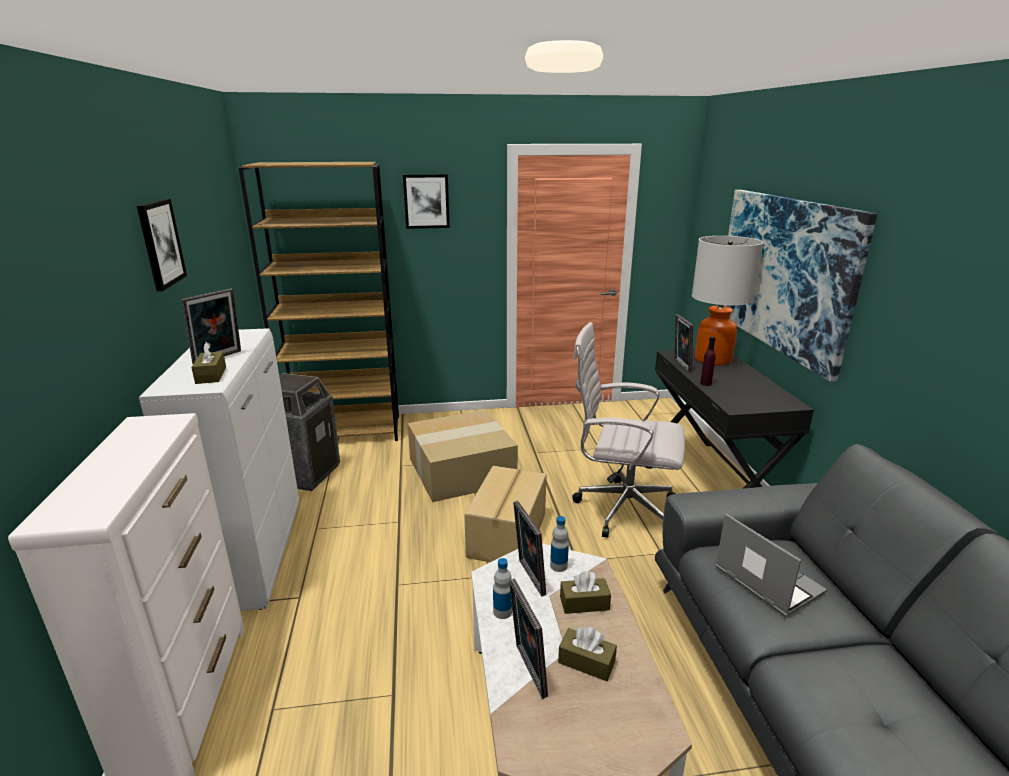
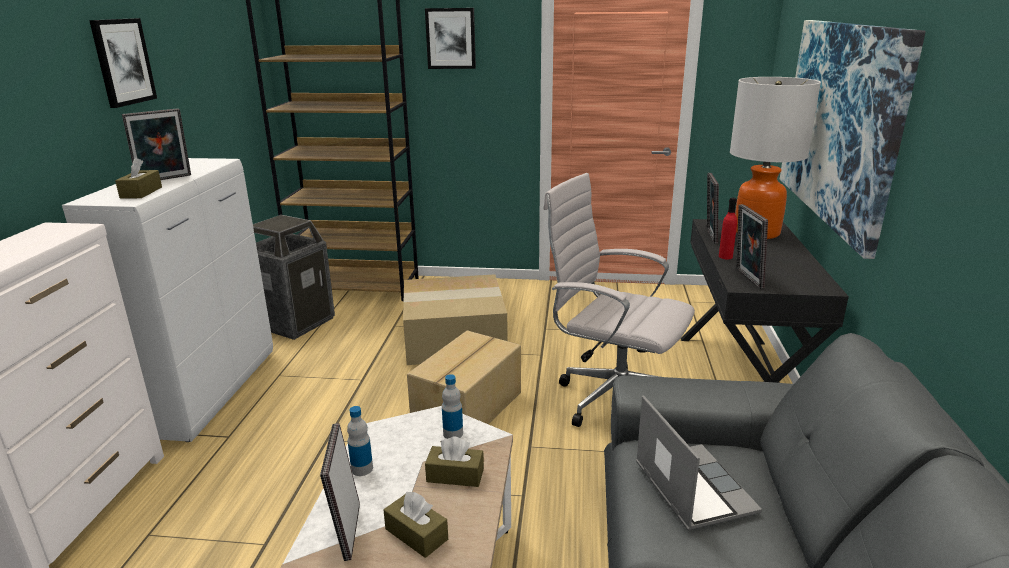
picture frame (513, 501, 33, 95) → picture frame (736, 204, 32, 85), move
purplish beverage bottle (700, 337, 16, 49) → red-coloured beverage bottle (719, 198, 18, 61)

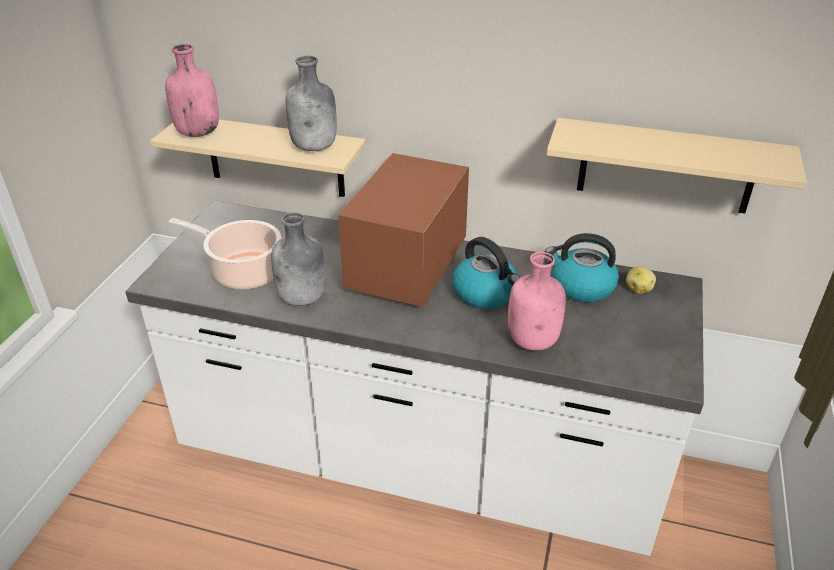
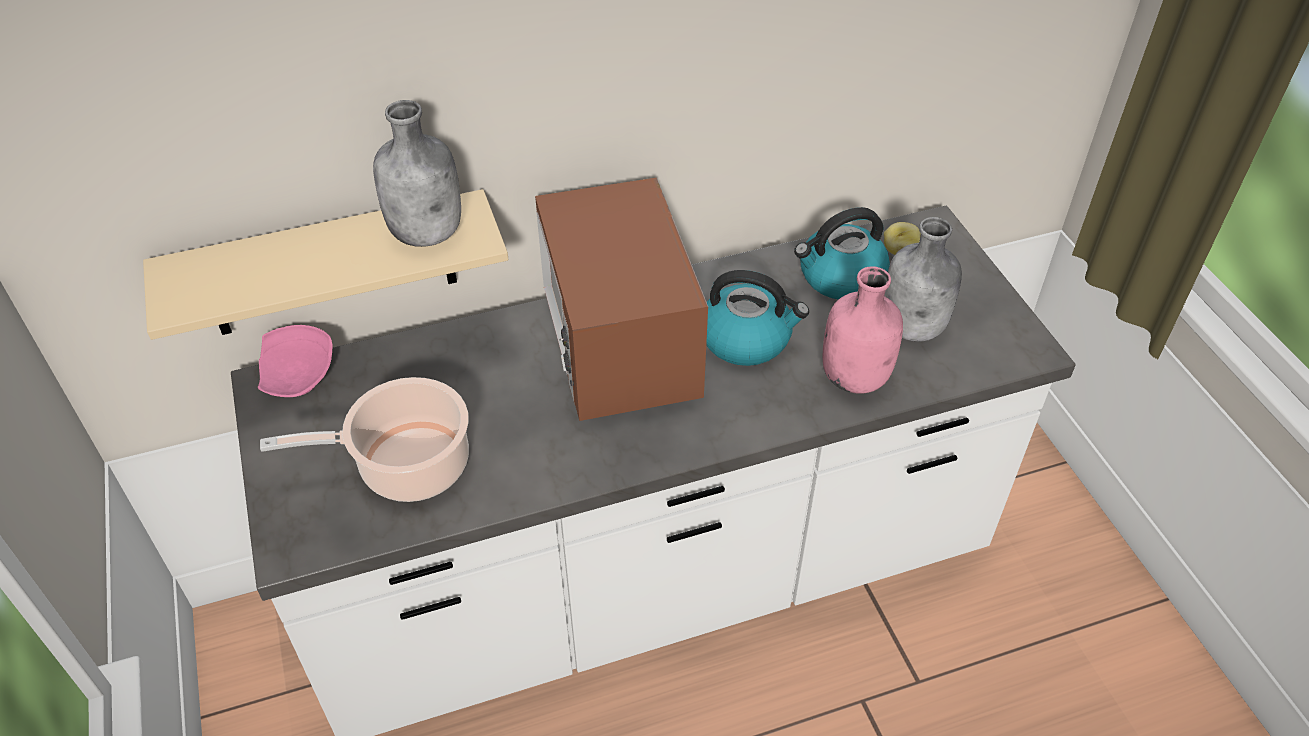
pink beverage bottle (165, 44, 54, 93) → -
beige shelf (546, 118, 261, 96) → -
- → pink plate (258, 325, 74, 72)
gray beverage bottle (271, 212, 54, 94) → gray beverage bottle (884, 217, 78, 125), move

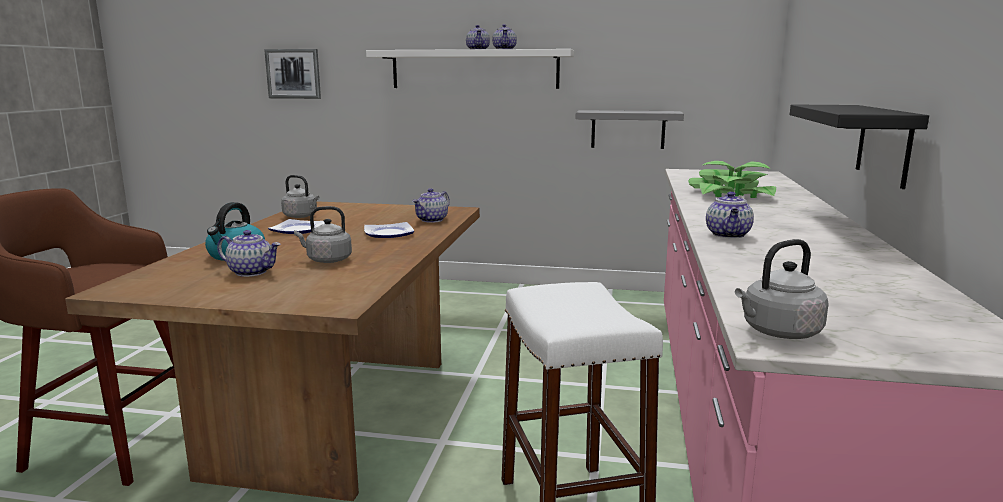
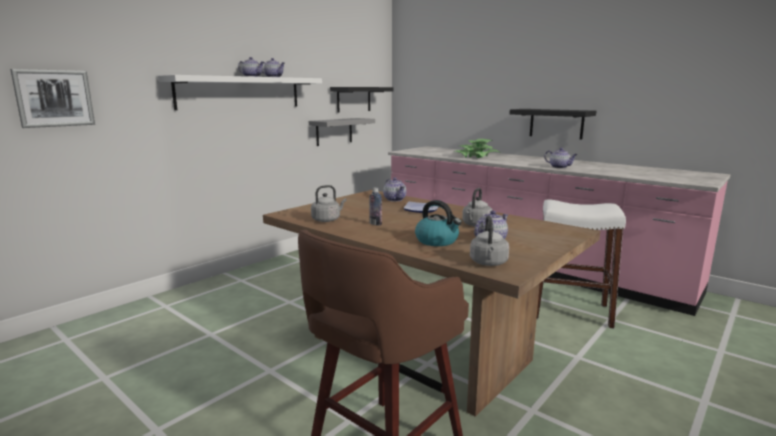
- → blackish shelf (330, 87, 64, 25)
gray kettle (735, 239, 94, 100) → gray kettle (470, 216, 39, 50), move
plate (268, 219, 57, 15) → beverage bottle (369, 187, 13, 39)

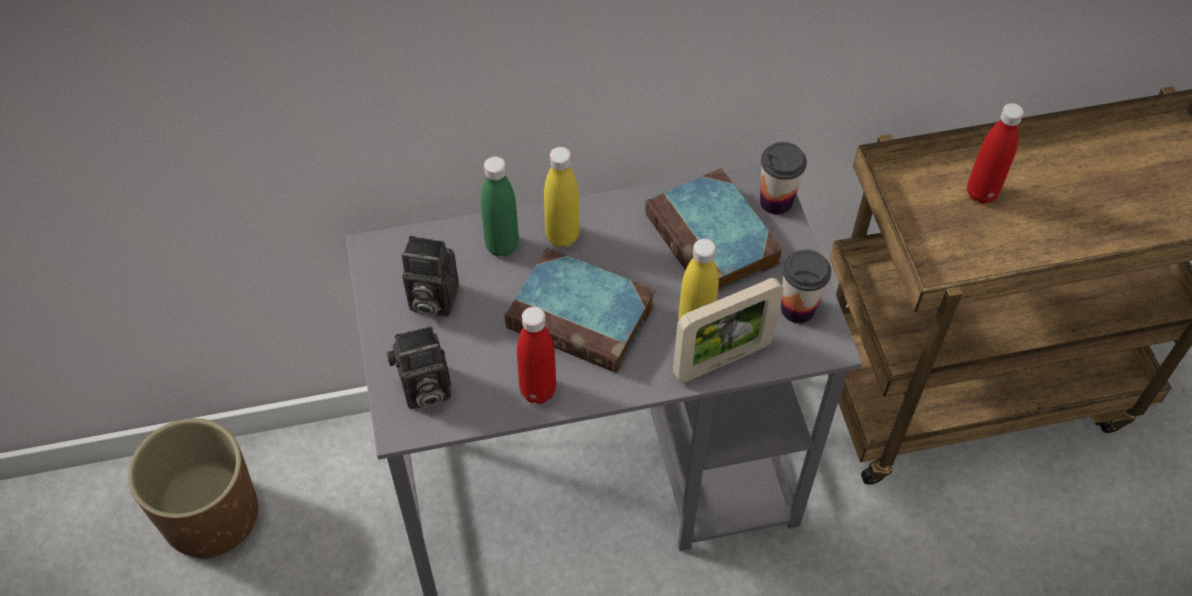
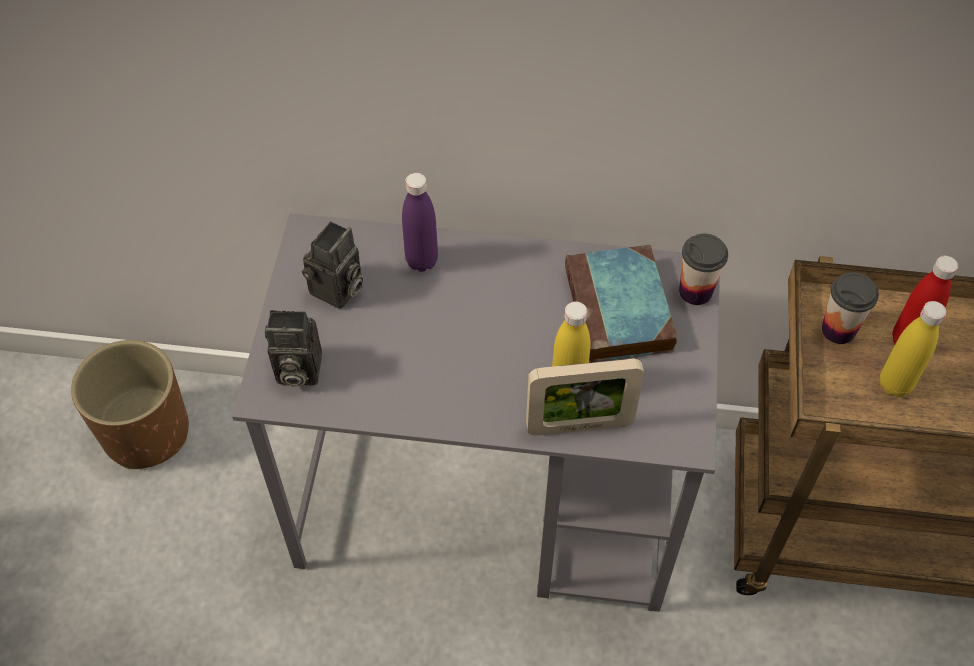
volume (505, 247, 150, 126) → -
red-coloured beverage bottle (517, 307, 39, 97) → -
yellow beverage bottle (544, 147, 35, 100) → yellow beverage bottle (880, 301, 66, 96), move
cup (781, 250, 50, 73) → cup (822, 272, 57, 72), move
greenish beverage bottle (481, 156, 38, 101) → purplish beverage bottle (402, 173, 36, 99)
photo camera (401, 236, 58, 81) → photo camera (302, 221, 62, 88), 90 degrees counterclockwise

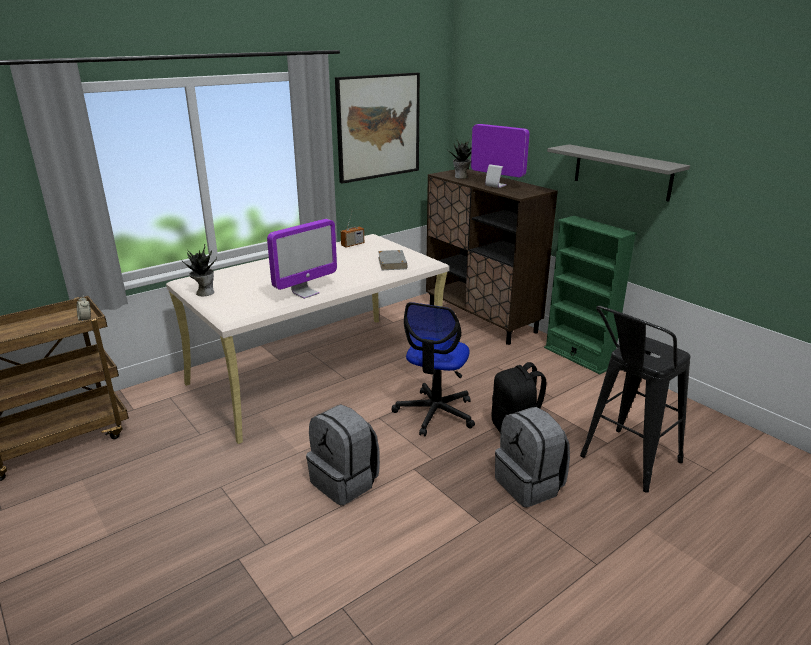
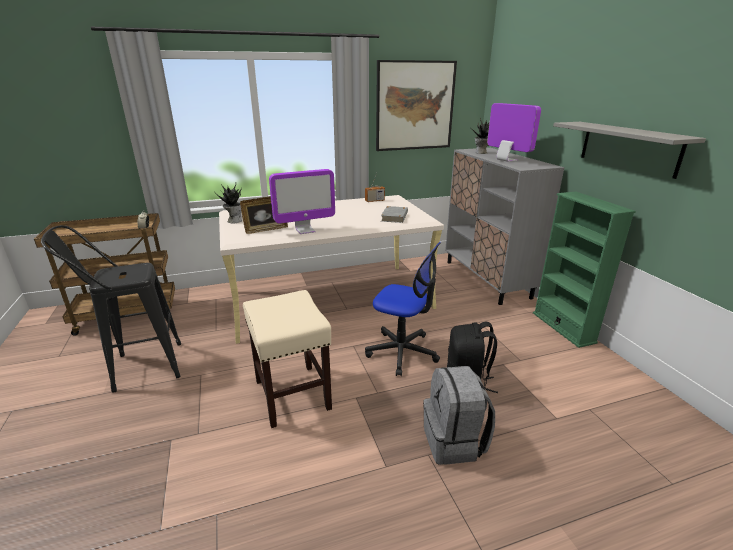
- → picture frame (240, 196, 48, 38)
blackish stool seat (580, 306, 110, 187) → blackish stool seat (41, 225, 140, 168), move
gray rucksack (306, 404, 74, 101) → beige stool seat (243, 290, 89, 138)
brownish cabinet (426, 169, 132, 176) → gray cabinet (445, 148, 120, 157)
office chair (392, 302, 83, 134) → office chair (365, 242, 76, 134), 105 degrees counterclockwise

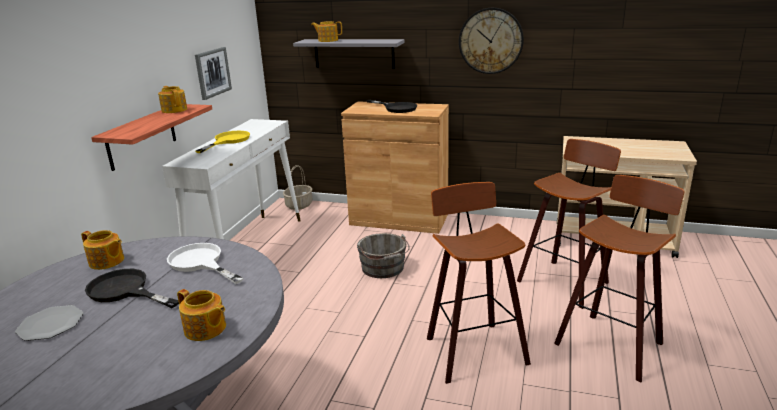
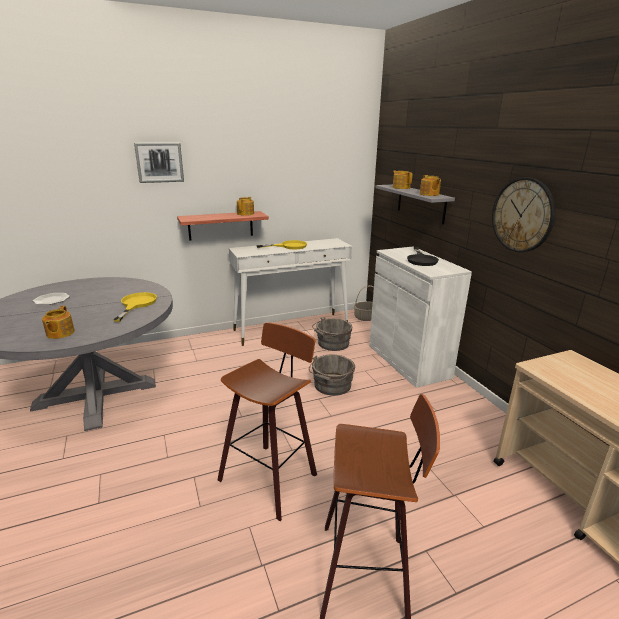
blackish pan (85, 269, 94, 39) → -
stool seat (517, 139, 104, 170) → -
- → gray bucket (312, 317, 40, 34)
tea pot (81, 230, 43, 40) → tea pot (420, 175, 21, 21), move
wall picture (195, 47, 37, 53) → wall picture (134, 143, 50, 40), move
white pan (167, 243, 76, 41) → yellow pan (113, 292, 44, 30)
brownish cabinet (341, 101, 108, 133) → white cabinet (369, 246, 103, 142)

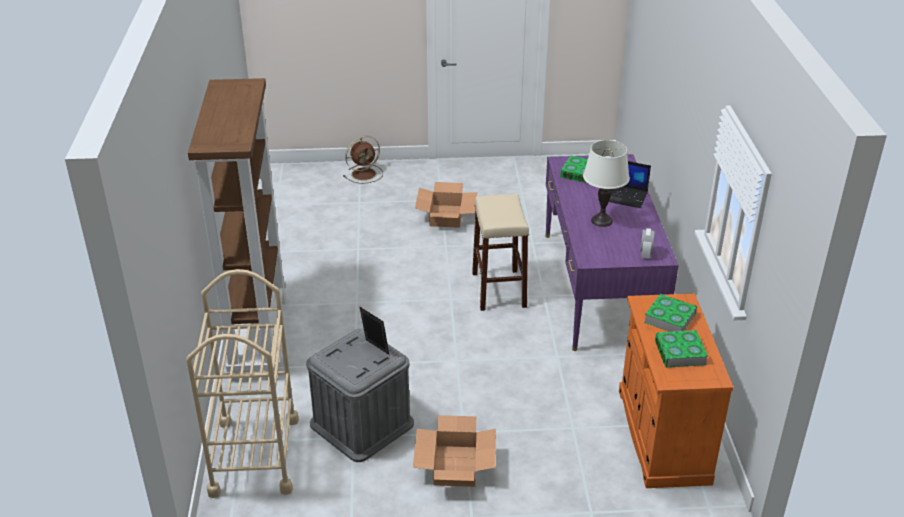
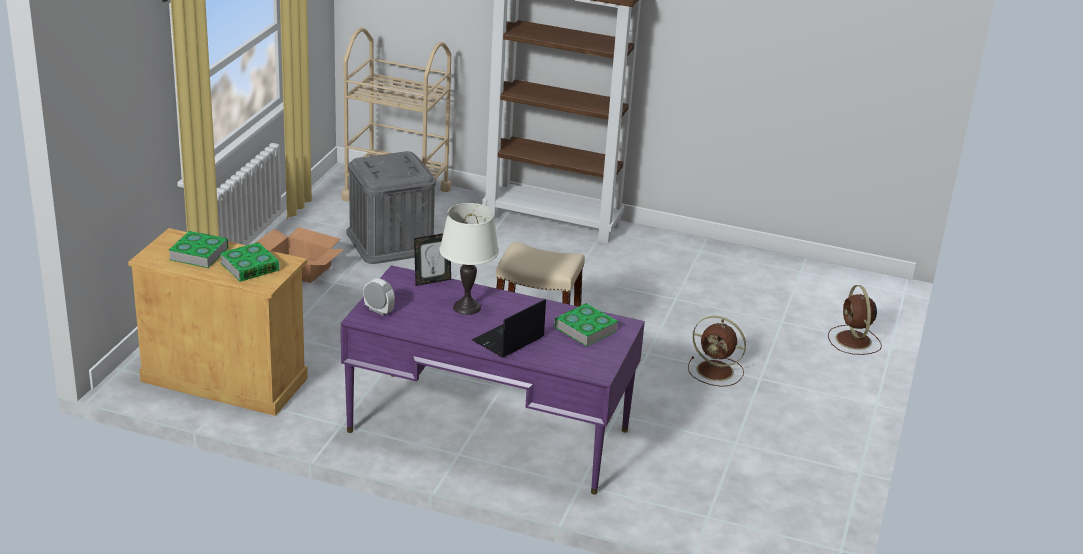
picture frame (359, 306, 30, 49) → picture frame (414, 234, 37, 52), move
carton (415, 182, 62, 46) → brownish fan (688, 316, 58, 71)
orange-coloured cabinet (619, 293, 115, 195) → beige cabinet (128, 228, 180, 188)

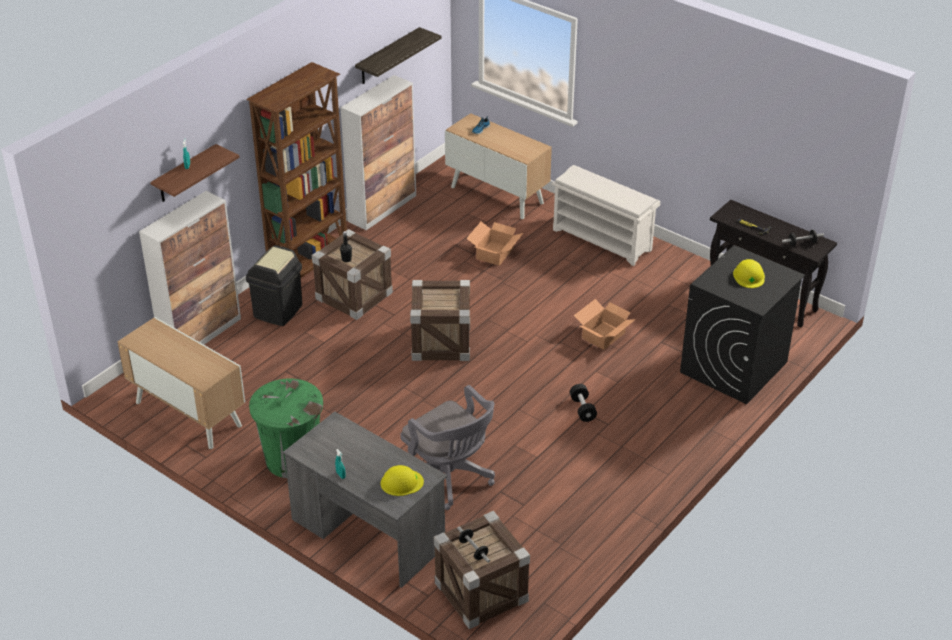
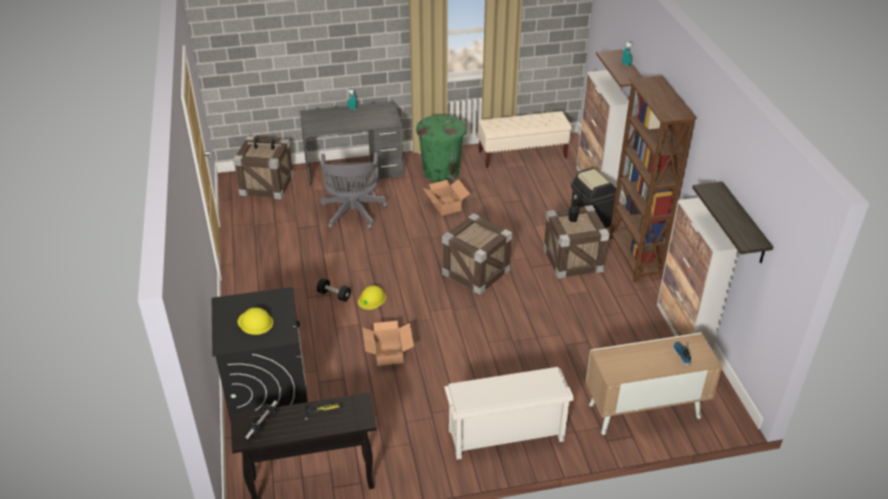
yellow hard hat (381, 465, 43, 31) → yellow hard hat (358, 285, 28, 25), move
carton (466, 222, 57, 44) → carton (423, 179, 47, 37), move
cabinet (117, 317, 128, 132) → beige long seat (478, 111, 94, 57)
gray office chair (400, 385, 95, 125) → gray office chair (320, 153, 67, 76), 90 degrees counterclockwise

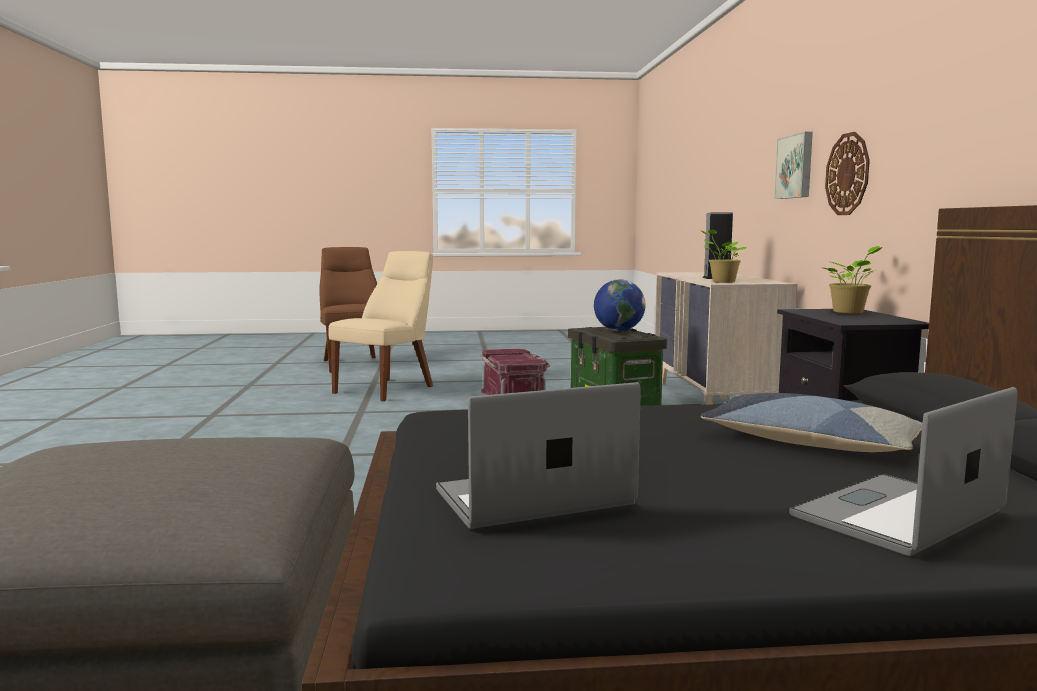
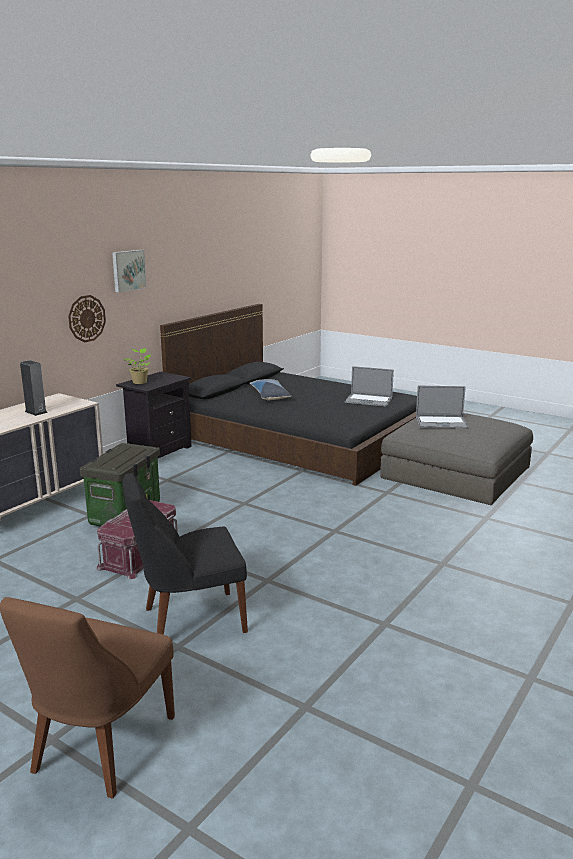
world globe (594, 280, 52, 51) → -
potted plant (700, 230, 47, 53) → -
wall picture (774, 132, 39, 67) → wall picture (112, 250, 35, 42), move
laptop (789, 387, 229, 169) → laptop (416, 386, 52, 43), move
beige upright chair (328, 251, 105, 150) → blackish upright chair (123, 473, 125, 162)

